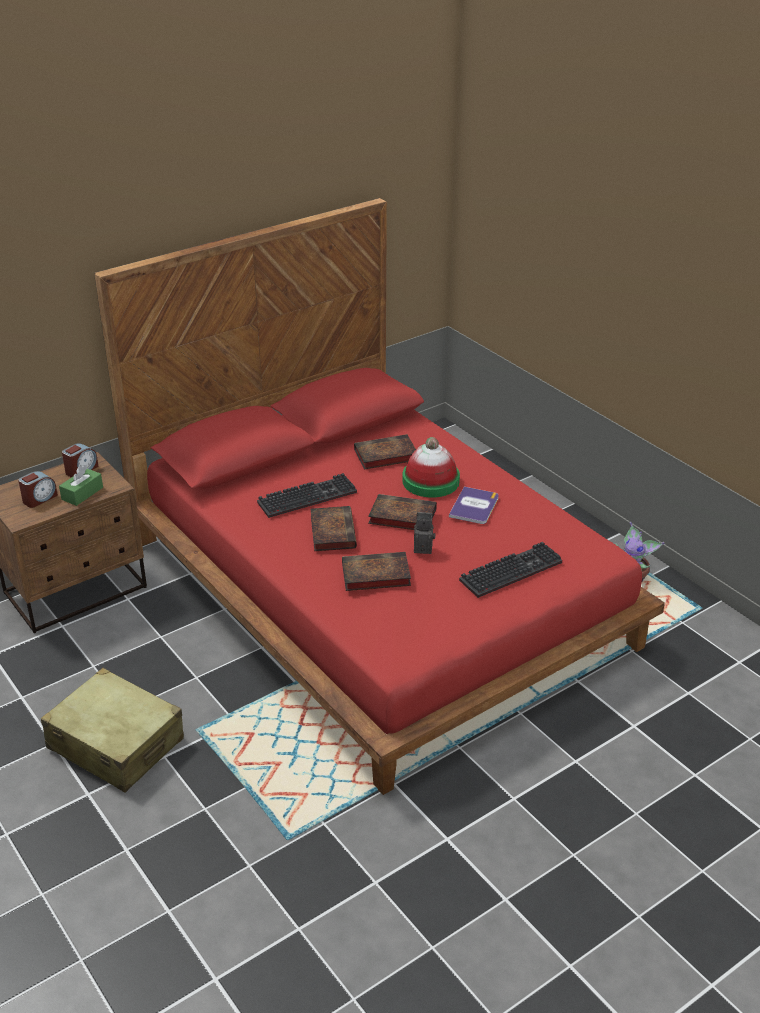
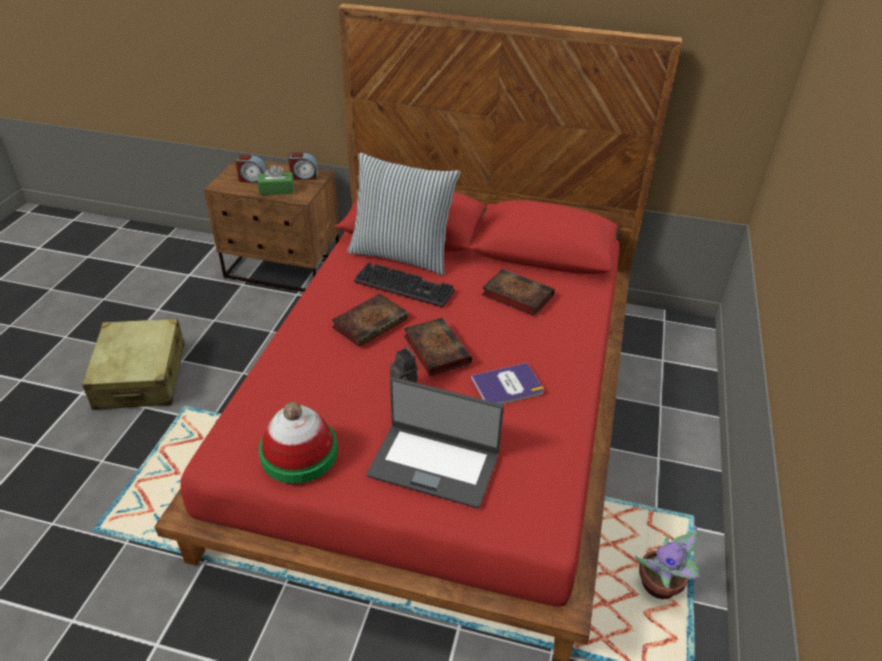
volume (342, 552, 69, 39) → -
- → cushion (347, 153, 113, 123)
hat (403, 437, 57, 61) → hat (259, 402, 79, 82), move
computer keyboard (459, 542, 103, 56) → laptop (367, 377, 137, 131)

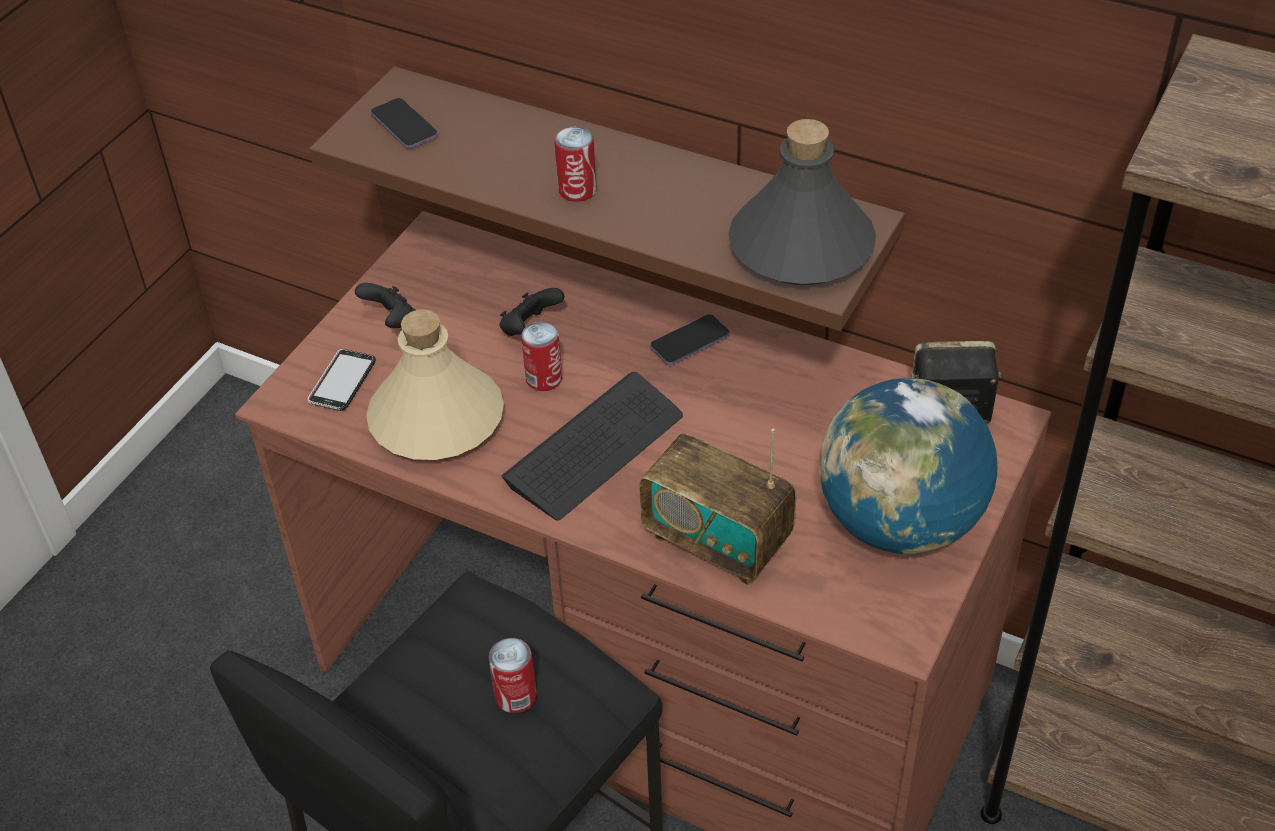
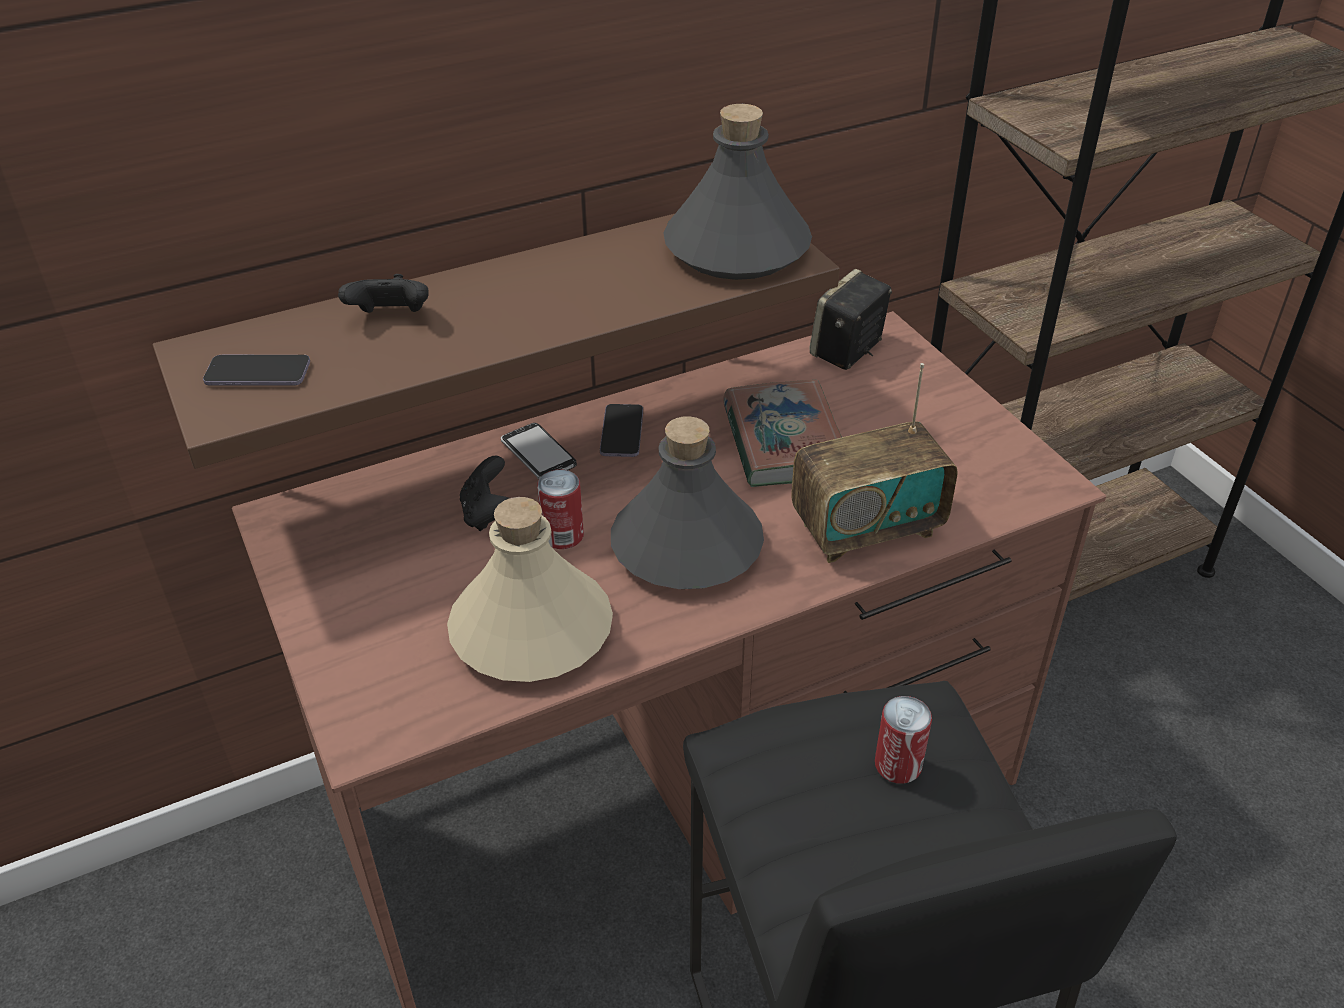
can (554, 127, 43, 75) → -
world globe (819, 378, 179, 176) → -
- → volume (723, 380, 119, 107)
telephone (307, 349, 69, 62) → telephone (501, 423, 76, 56), move
blackish game controller (355, 283, 60, 45) → blackish game controller (338, 274, 91, 39), move
computer keyboard (502, 372, 181, 148) → gray beverage bottle (611, 416, 153, 173)

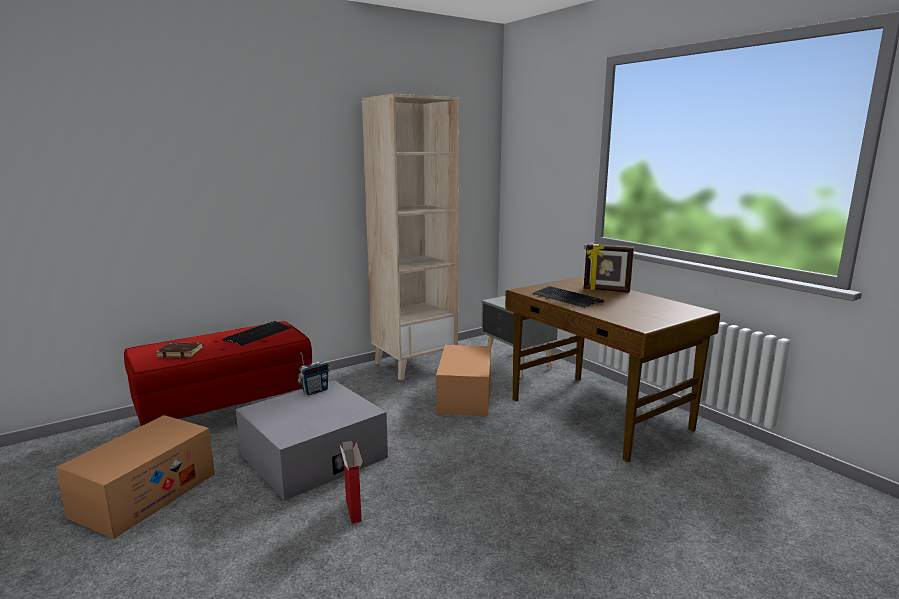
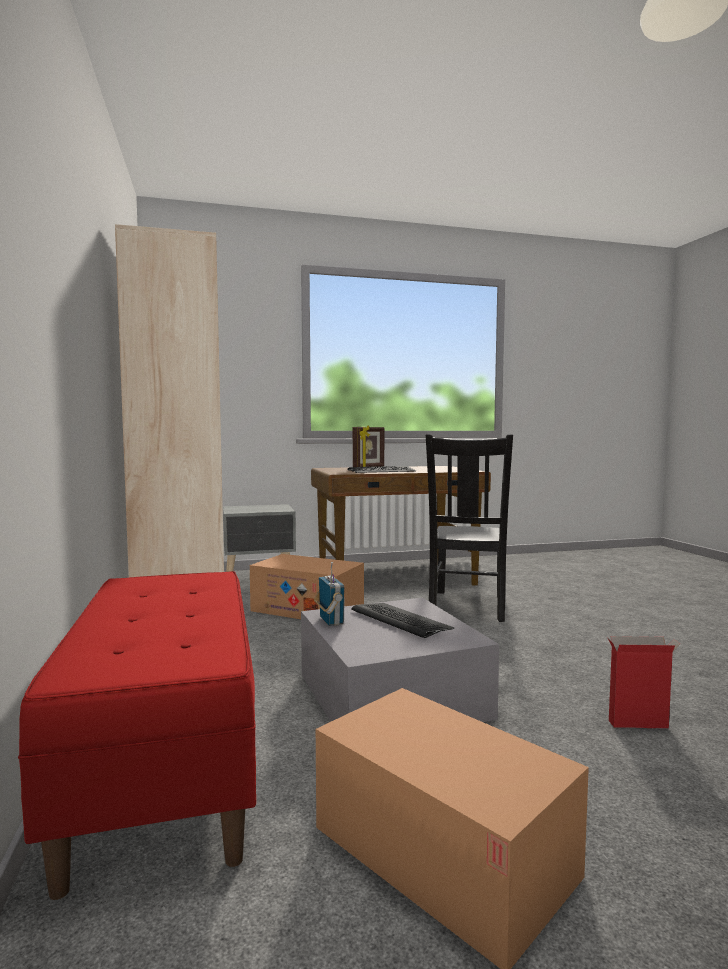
brownish volume (156, 342, 47, 16) → -
- → blackish upright chair (426, 434, 87, 188)
computer keyboard (223, 321, 69, 25) → computer keyboard (351, 603, 103, 35), move
carton (340, 441, 23, 83) → carton (608, 636, 72, 93), move

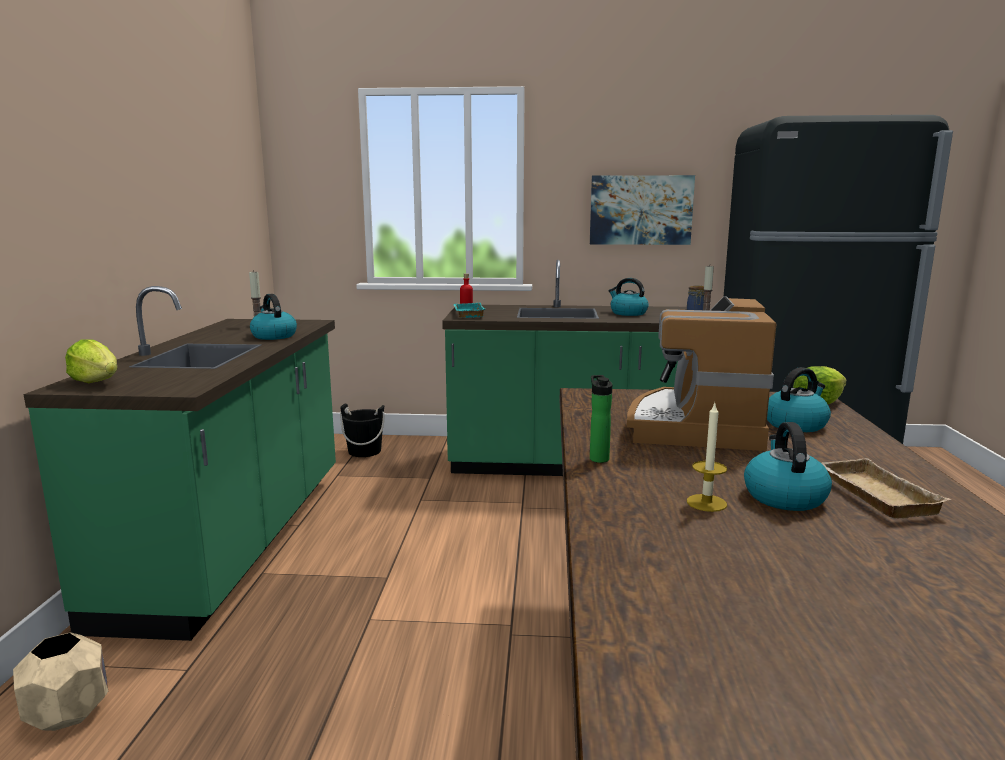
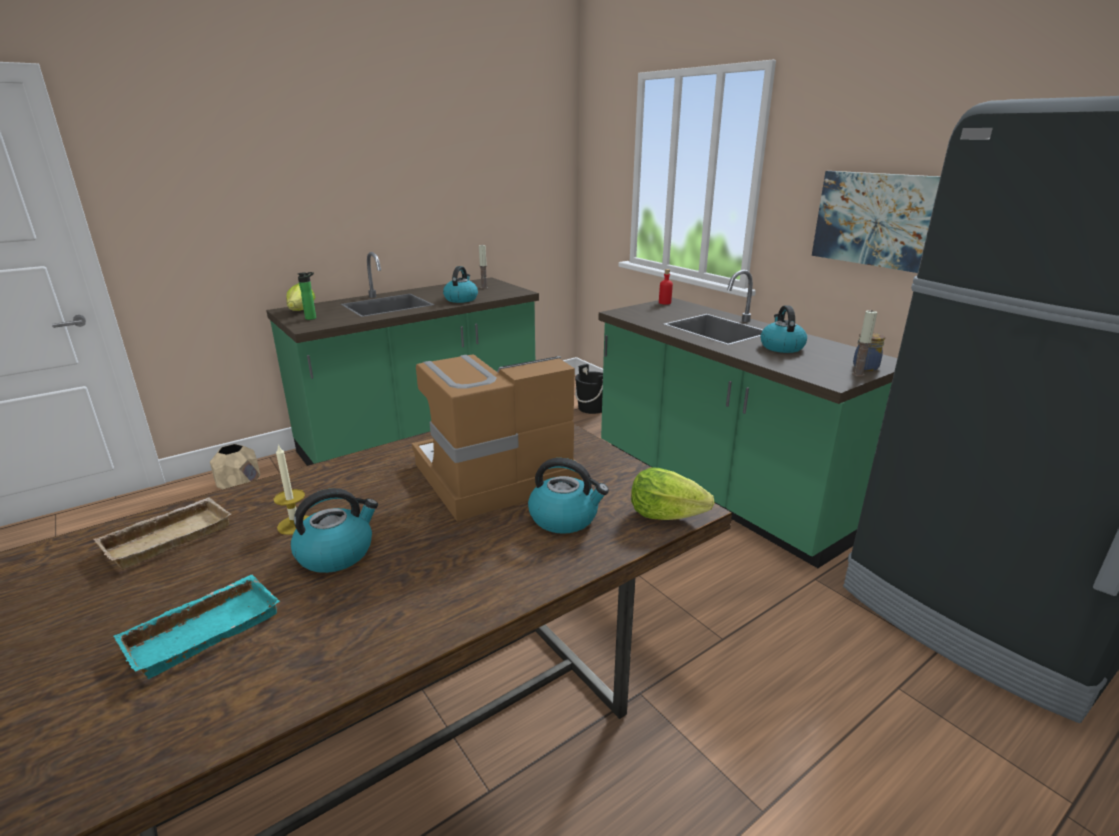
turquoise-coloured tray (453, 303, 32, 15) → turquoise-coloured tray (114, 574, 166, 105), move
beverage bottle (590, 375, 22, 88) → beverage bottle (298, 272, 18, 48), move
beige tray (821, 458, 130, 61) → beige tray (93, 497, 139, 72), move

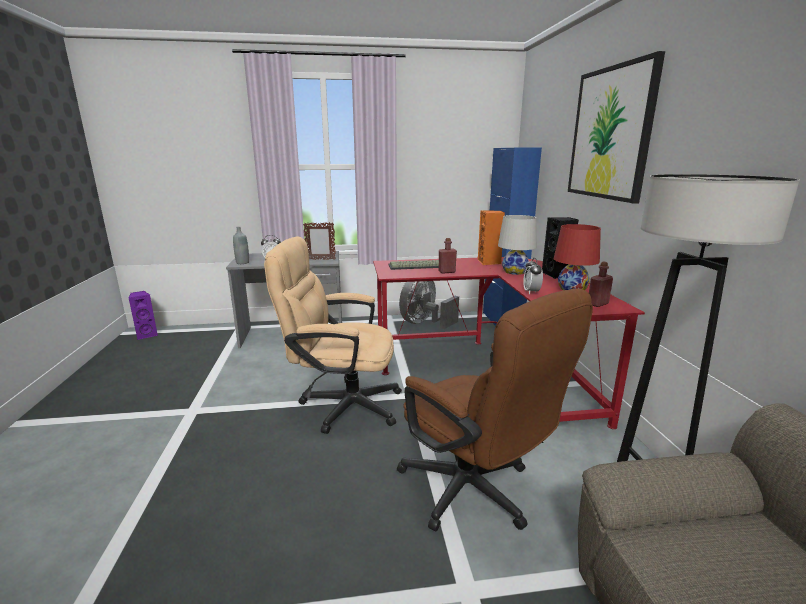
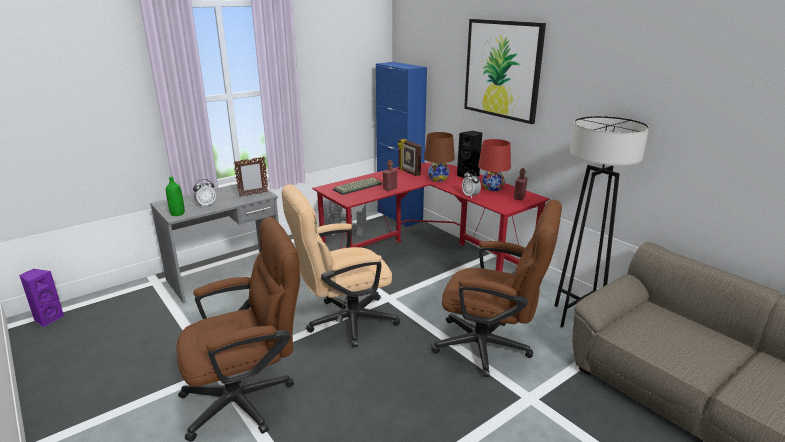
- → brownish office chair (177, 217, 123, 225)
orange-coloured audio speaker (478, 210, 27, 55) → picture frame (398, 139, 23, 37)
gray beverage bottle (233, 226, 16, 38) → greenish beverage bottle (166, 177, 19, 39)
white tabletop lamp (498, 215, 39, 60) → brownish tabletop lamp (424, 132, 31, 50)

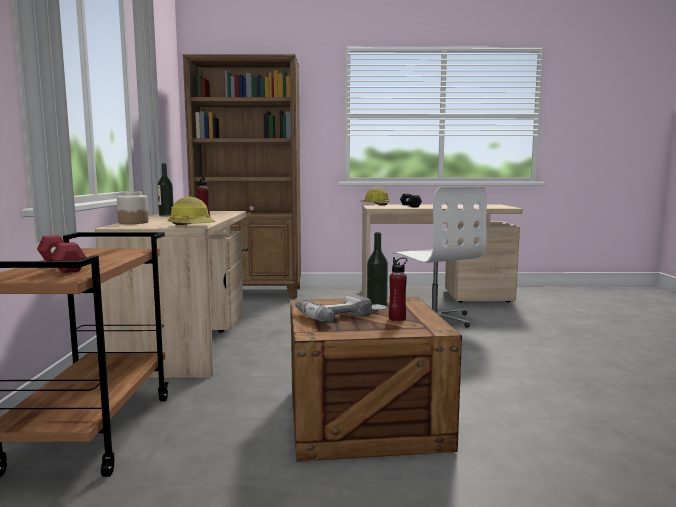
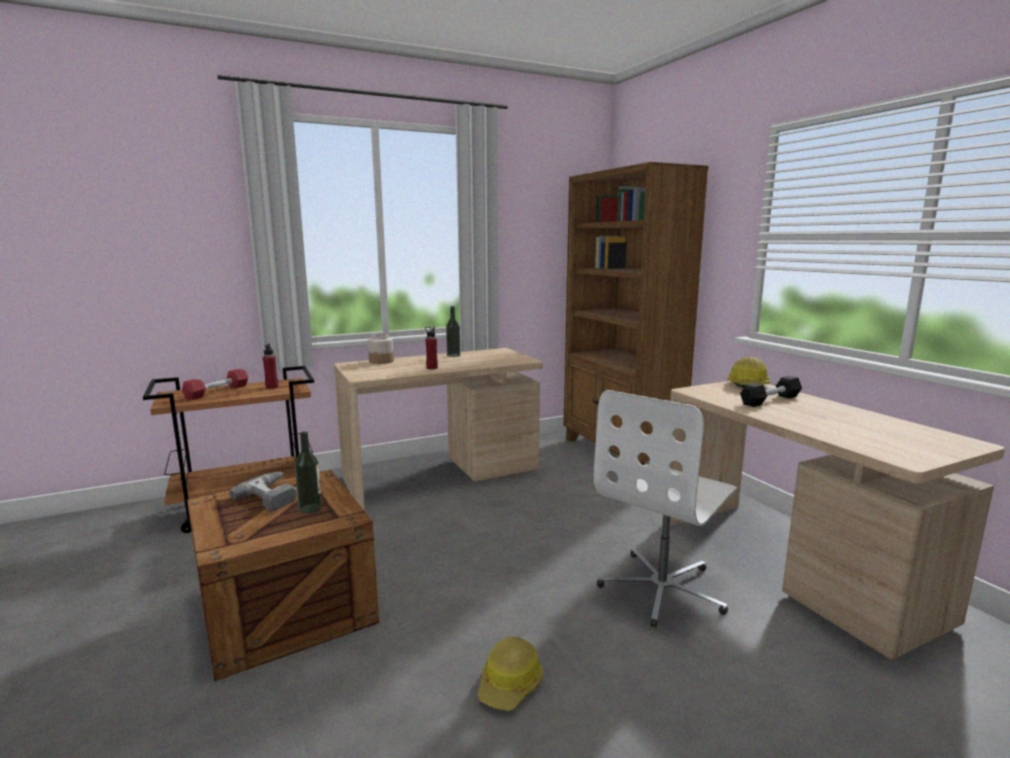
hard hat (168, 196, 48, 29) → hard hat (478, 636, 65, 75), move
red-coloured beverage bottle (389, 257, 18, 64) → red-coloured beverage bottle (263, 344, 15, 45), move

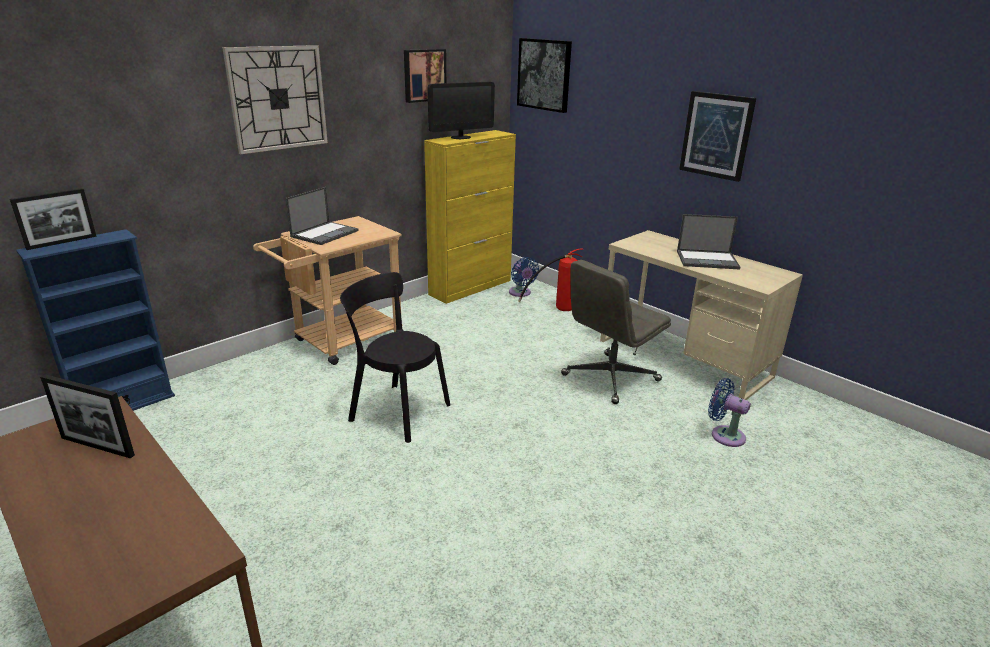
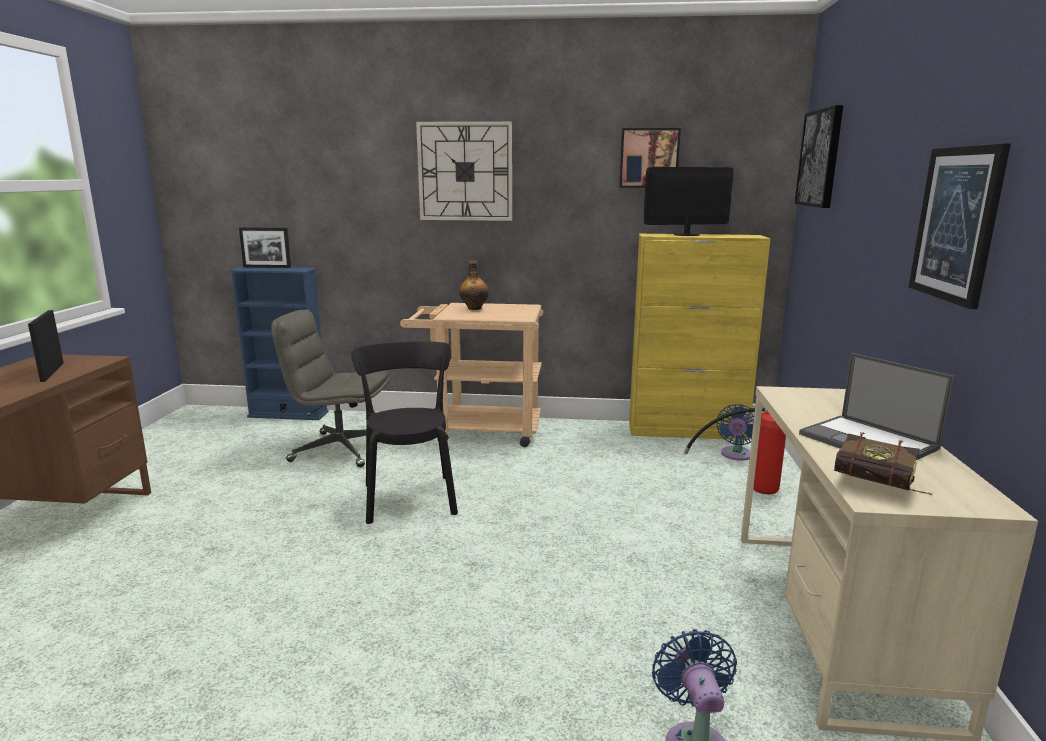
- → volume (834, 432, 98, 63)
gray office chair (561, 260, 110, 144) → gray office chair (271, 310, 119, 157), move
laptop (286, 187, 73, 58) → beverage bottle (459, 261, 30, 49)
computer display (428, 82, 67, 57) → computer display (644, 167, 90, 69), 150 degrees clockwise

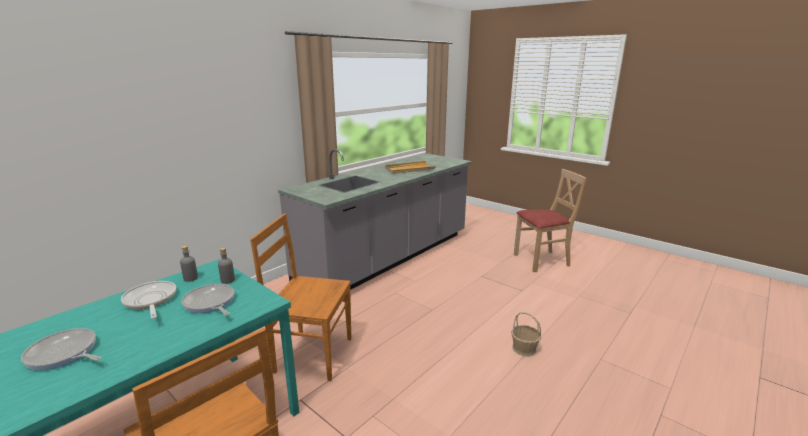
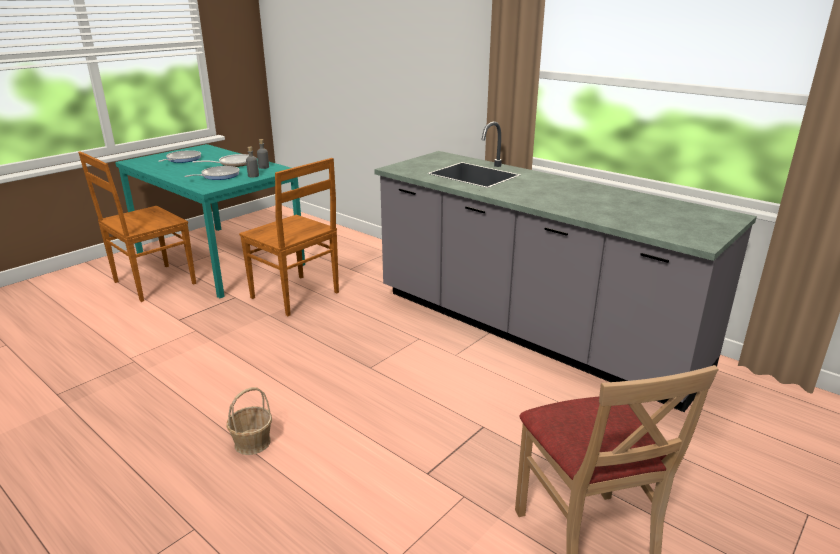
beige tray (385, 161, 51, 13) → -
brownish upright chair (250, 214, 101, 167) → brownish upright chair (239, 158, 100, 158), 120 degrees clockwise

